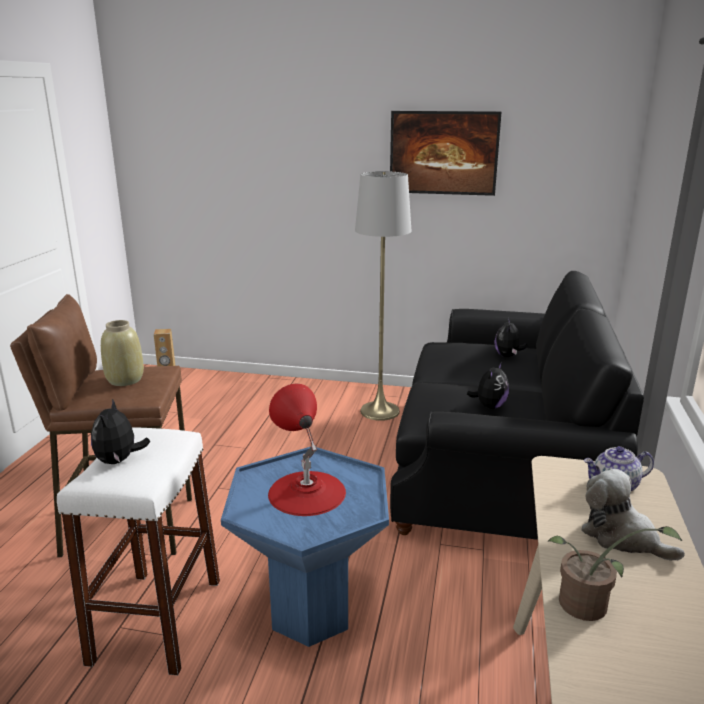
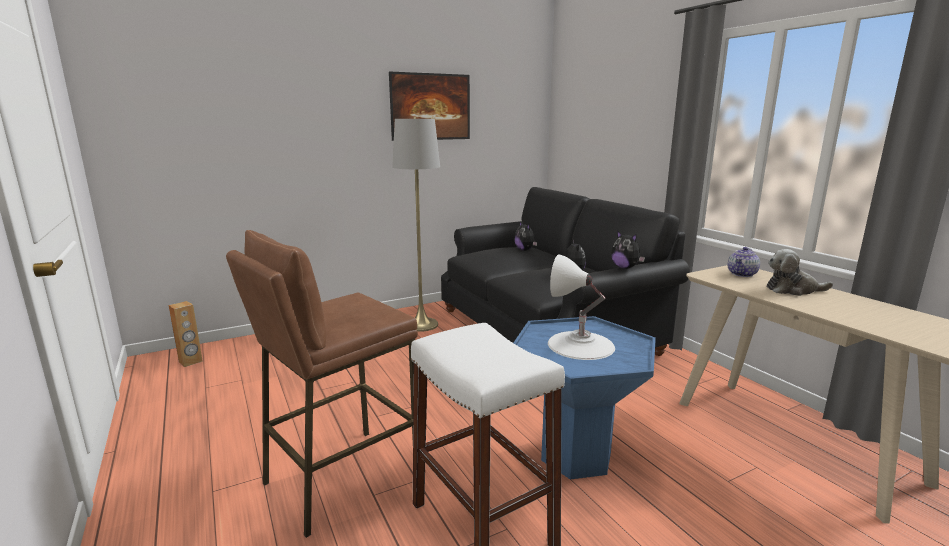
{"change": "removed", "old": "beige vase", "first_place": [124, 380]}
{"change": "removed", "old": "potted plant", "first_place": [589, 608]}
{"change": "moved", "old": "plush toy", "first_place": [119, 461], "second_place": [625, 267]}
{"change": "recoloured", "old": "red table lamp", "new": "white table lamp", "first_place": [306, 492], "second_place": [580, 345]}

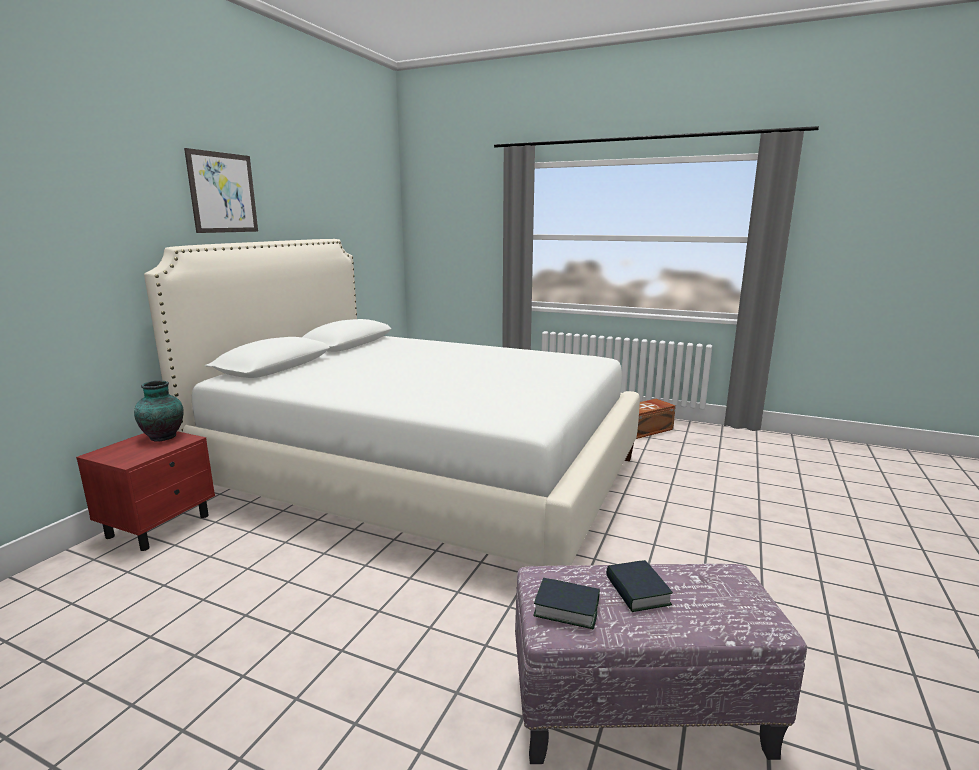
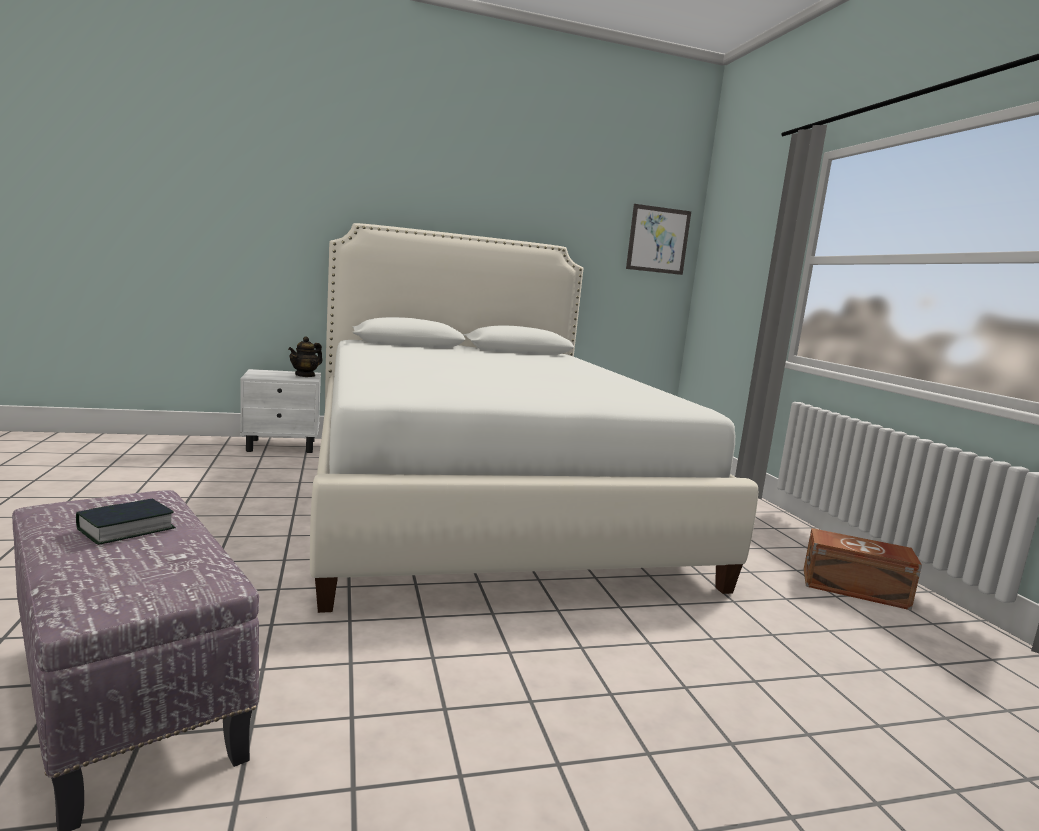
{"change": "removed", "old": "book", "first_place": [566, 608]}
{"change": "moved", "old": "picture", "first_place": [223, 193], "second_place": [658, 240]}
{"change": "replaced", "old": "vase", "new": "teapot", "first_place": [164, 436], "second_place": [305, 375]}
{"change": "recoloured", "old": "red nightstand", "new": "white nightstand", "first_place": [160, 525], "second_place": [282, 446]}

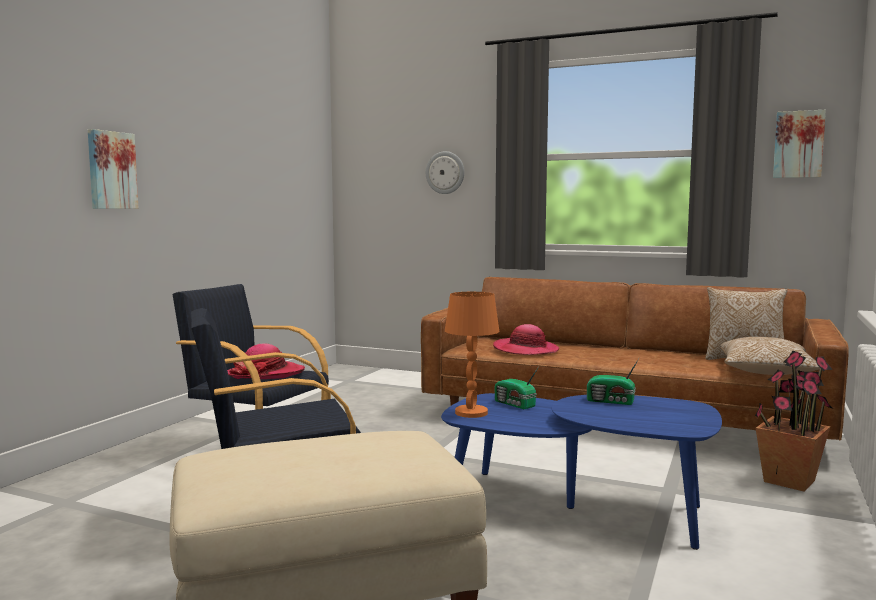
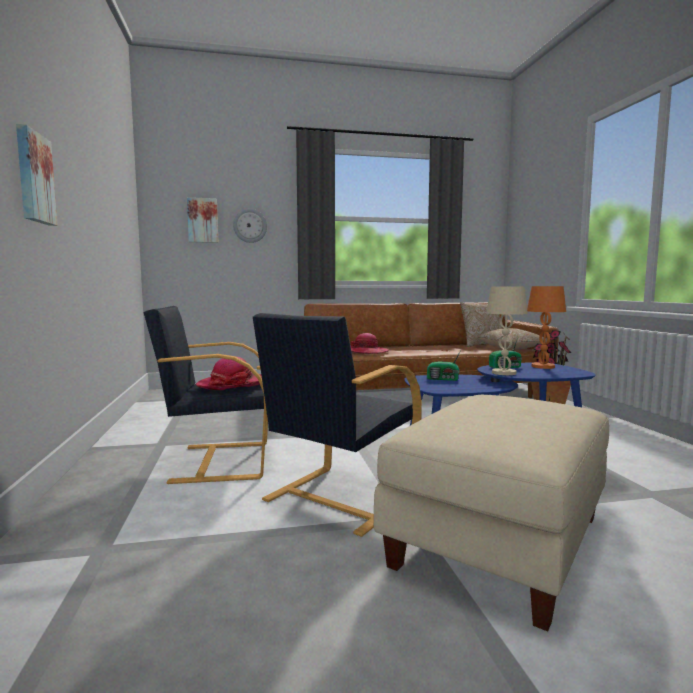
{"change": "added", "new": "beige table lamp", "second_place": [503, 373]}
{"change": "moved", "old": "orange table lamp", "first_place": [471, 412], "second_place": [542, 366]}
{"change": "moved", "old": "picture", "first_place": [798, 144], "second_place": [203, 220]}

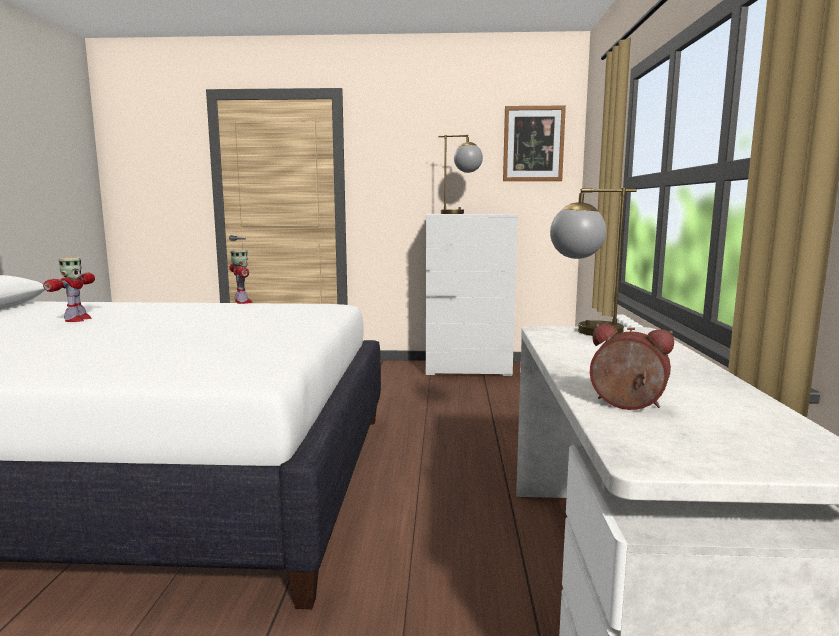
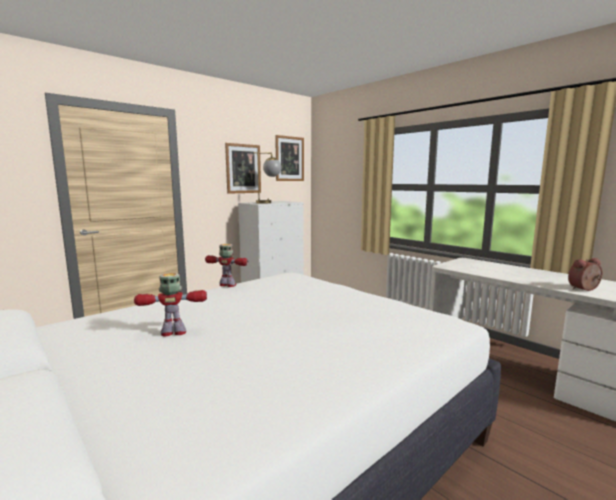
{"change": "removed", "old": "table lamp", "first_place": [584, 332]}
{"change": "added", "new": "picture", "second_place": [243, 168]}
{"change": "turned", "old": "toy robot", "first_place": [77, 319], "second_place": [174, 333], "degrees": -60}

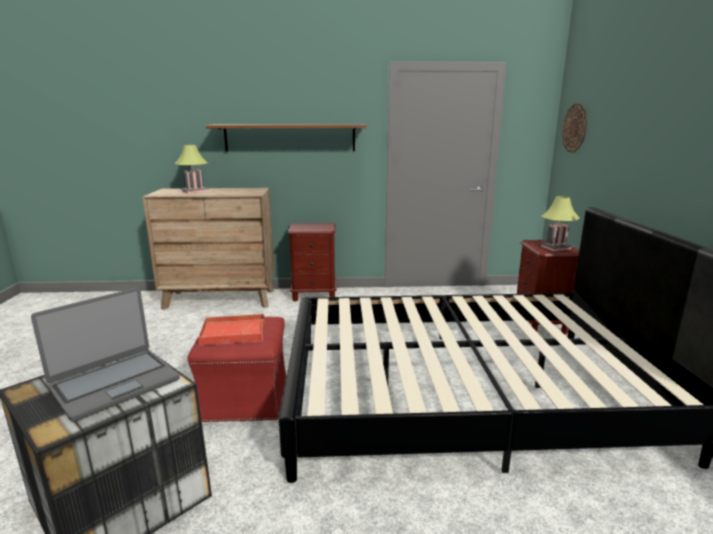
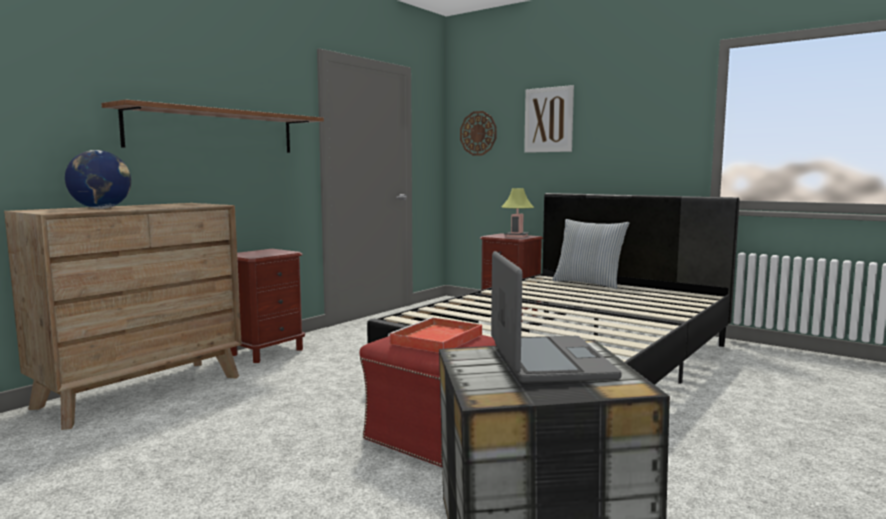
{"change": "added", "new": "picture", "second_place": [548, 120]}
{"change": "added", "new": "pillow", "second_place": [588, 283]}
{"change": "replaced", "old": "table lamp", "new": "globe", "first_place": [194, 191], "second_place": [101, 208]}

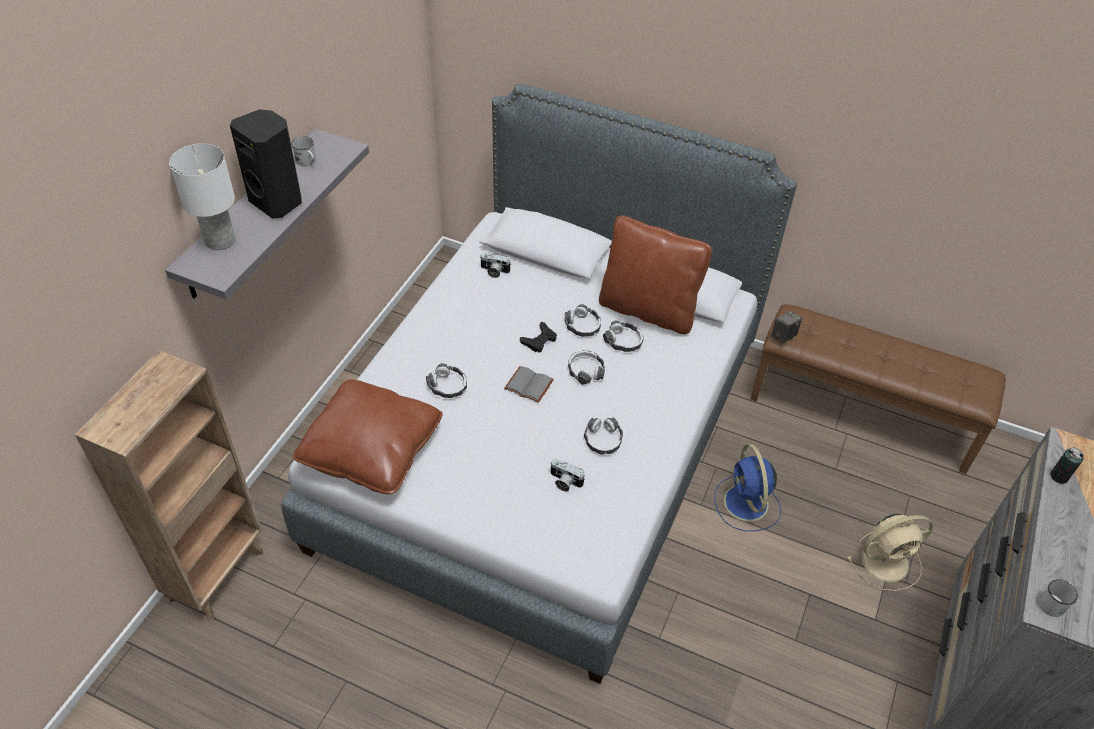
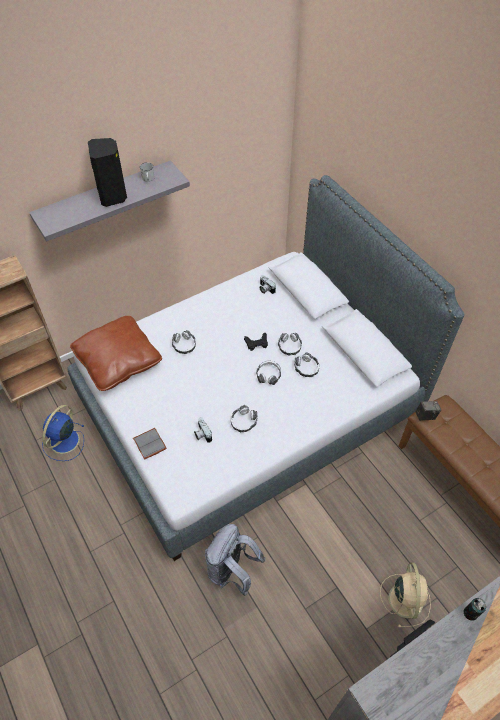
{"change": "removed", "old": "white table lamp", "first_place": [221, 241]}
{"change": "removed", "old": "brown pillow", "first_place": [648, 310]}
{"change": "removed", "old": "white mug", "first_place": [1053, 602]}
{"change": "added", "new": "grey backpack", "second_place": [232, 571]}
{"change": "moved", "old": "grey book", "first_place": [530, 384], "second_place": [150, 444]}
{"change": "moved", "old": "blue fan", "first_place": [746, 504], "second_place": [64, 442]}
{"change": "turned", "old": "beige fan", "first_place": [887, 561], "second_place": [405, 598], "degrees": -105}

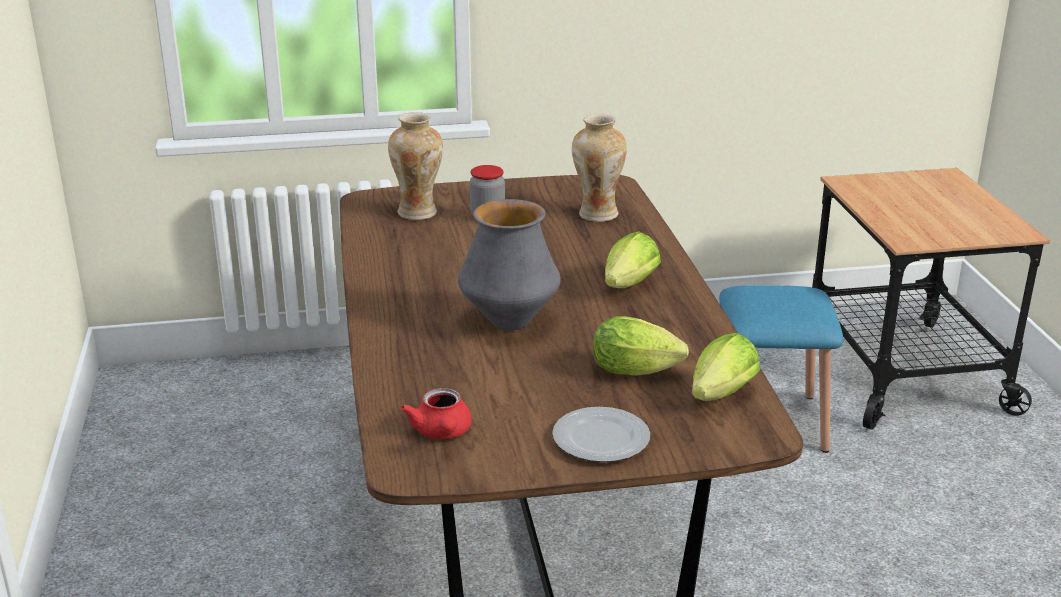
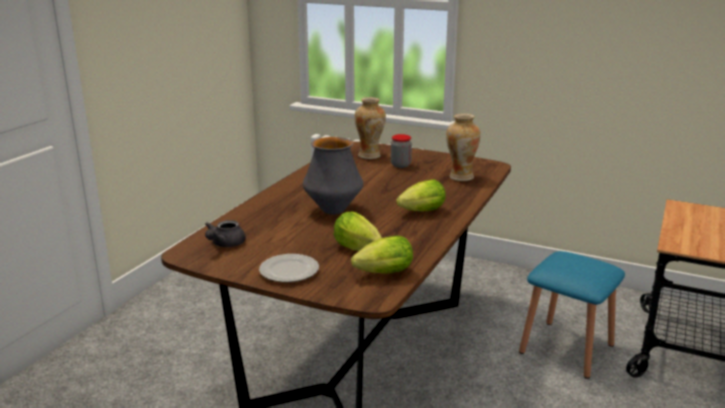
{"change": "recoloured", "old": "red teapot", "new": "grey teapot", "first_place": [442, 433], "second_place": [224, 244]}

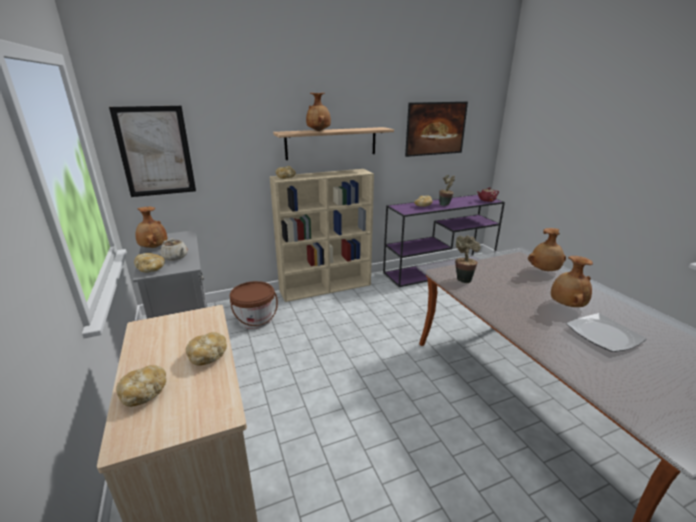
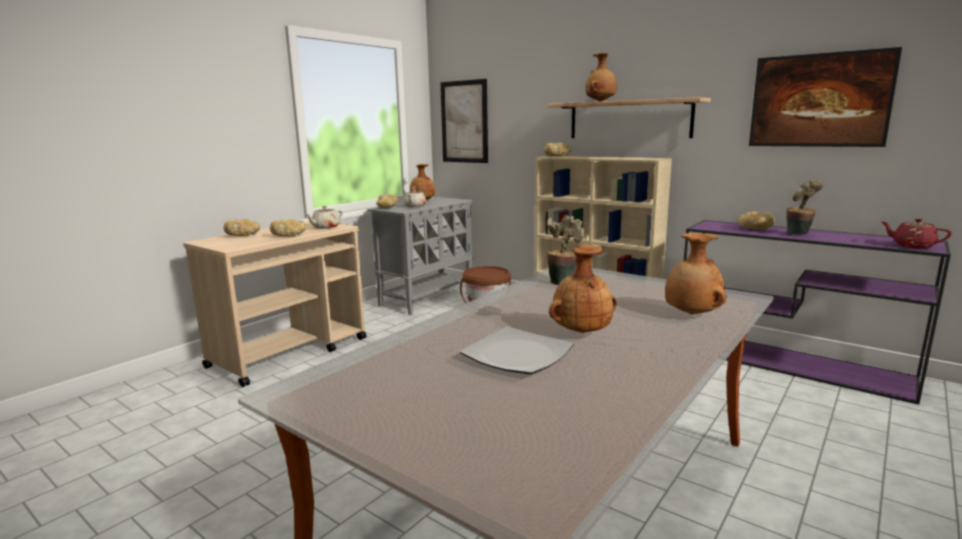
{"change": "added", "new": "beige teapot", "second_place": [325, 227]}

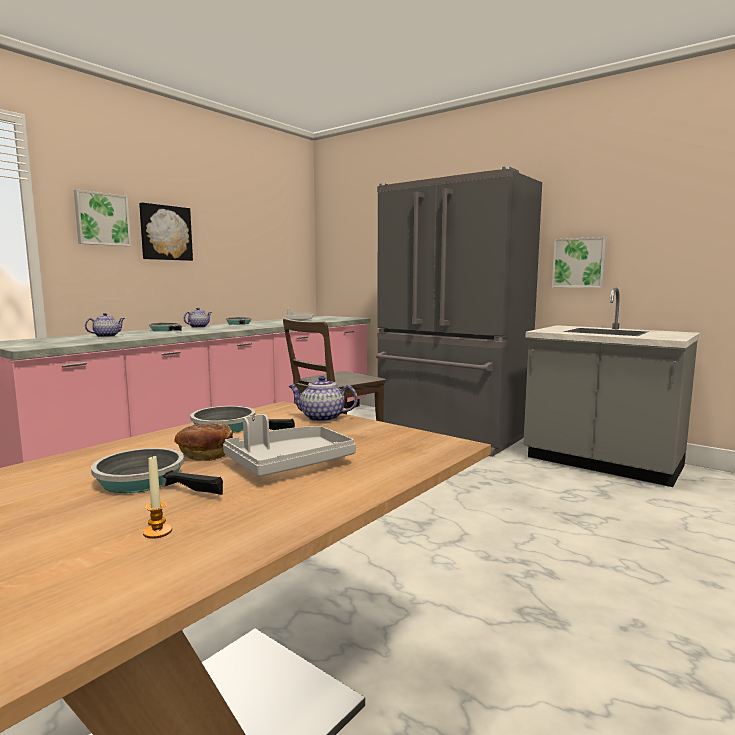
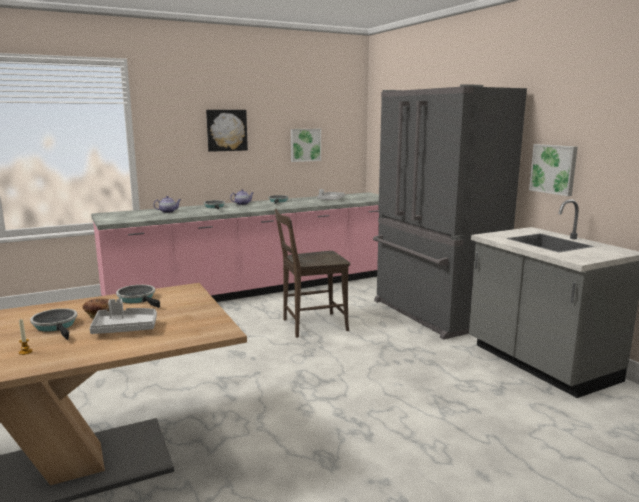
{"change": "removed", "old": "teapot", "first_place": [321, 418]}
{"change": "moved", "old": "picture", "first_place": [102, 219], "second_place": [305, 145]}

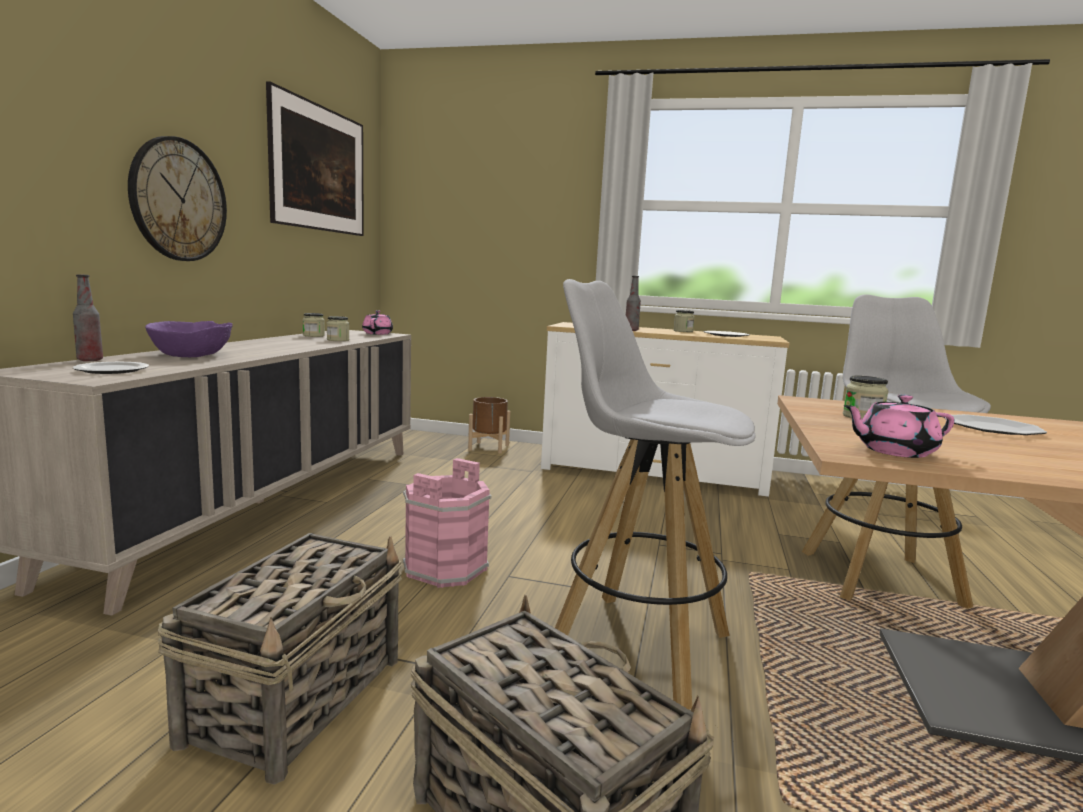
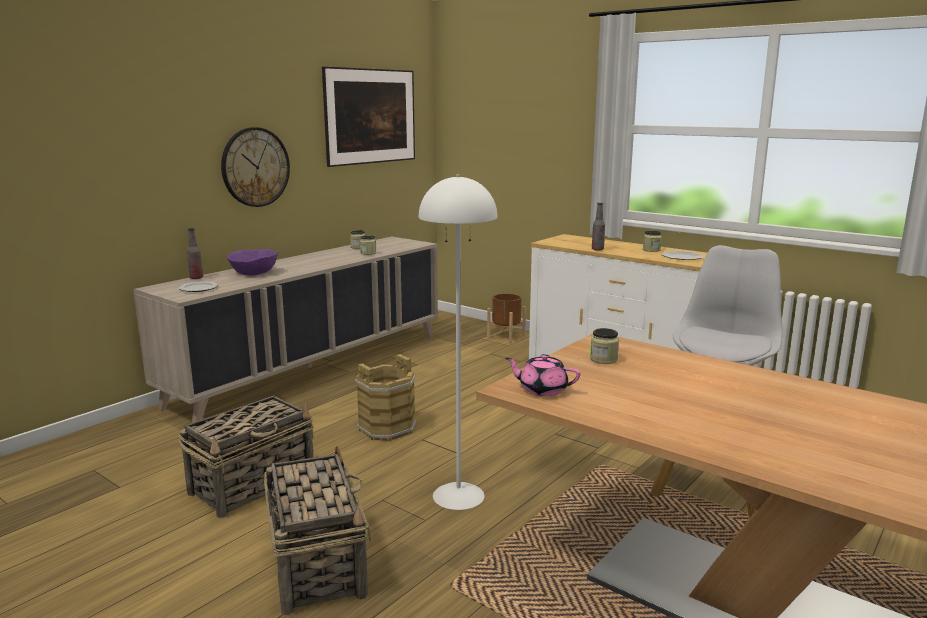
{"change": "removed", "old": "pink teapot", "first_place": [378, 333]}
{"change": "removed", "old": "plate", "first_place": [991, 428]}
{"change": "replaced", "old": "white stool", "new": "white floor lamp", "first_place": [636, 646], "second_place": [458, 495]}
{"change": "recoloured", "old": "pink bucket", "new": "brown bucket", "first_place": [445, 568], "second_place": [386, 428]}

